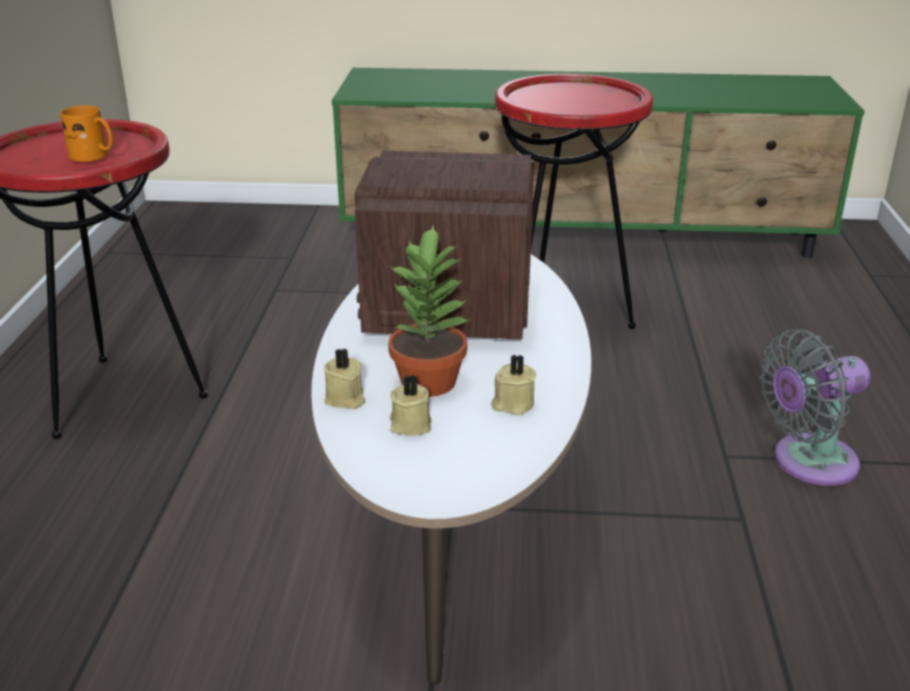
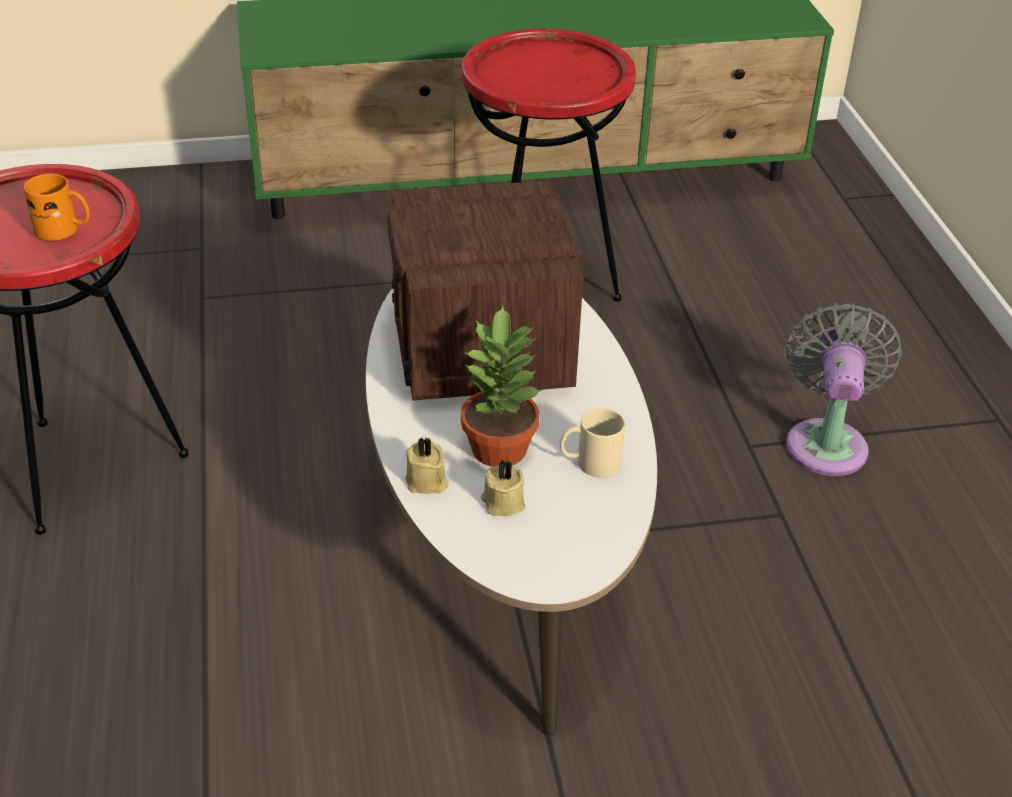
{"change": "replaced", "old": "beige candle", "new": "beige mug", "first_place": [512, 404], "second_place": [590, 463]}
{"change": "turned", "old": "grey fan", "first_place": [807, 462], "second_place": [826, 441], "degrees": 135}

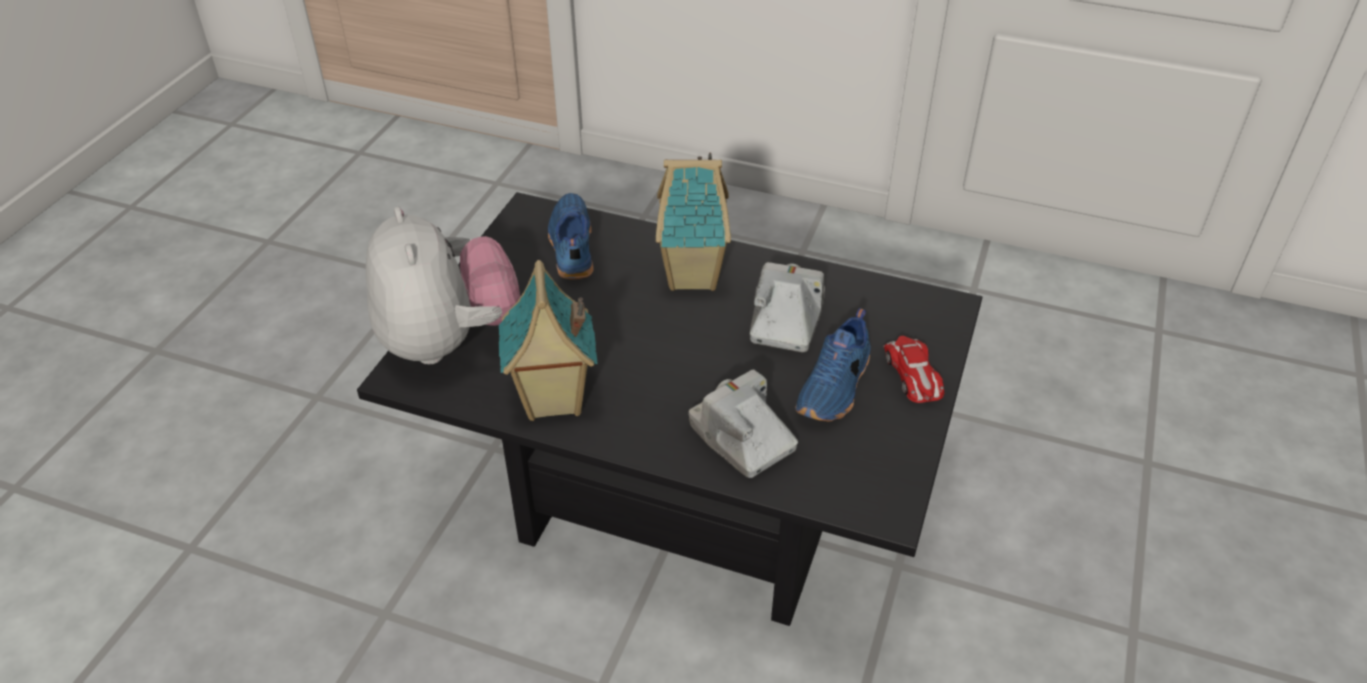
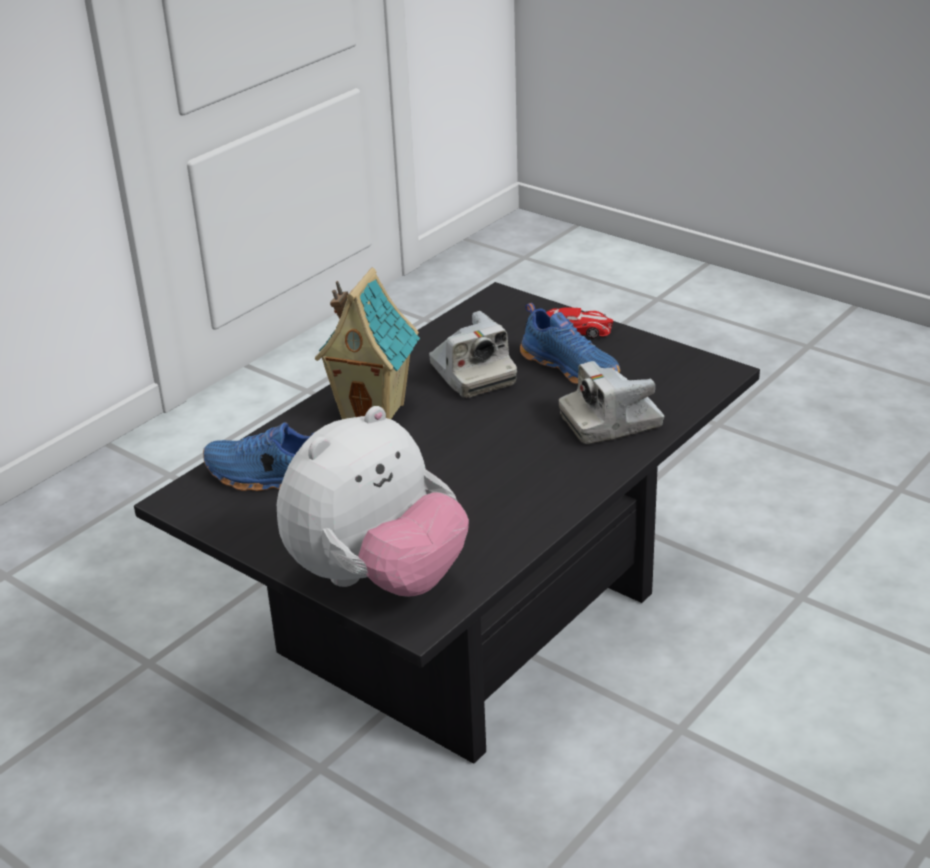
{"change": "removed", "old": "toy house", "first_place": [552, 401]}
{"change": "turned", "old": "plush toy", "first_place": [449, 340], "second_place": [377, 579], "degrees": 135}
{"change": "turned", "old": "photo camera", "first_place": [786, 321], "second_place": [472, 375], "degrees": -150}

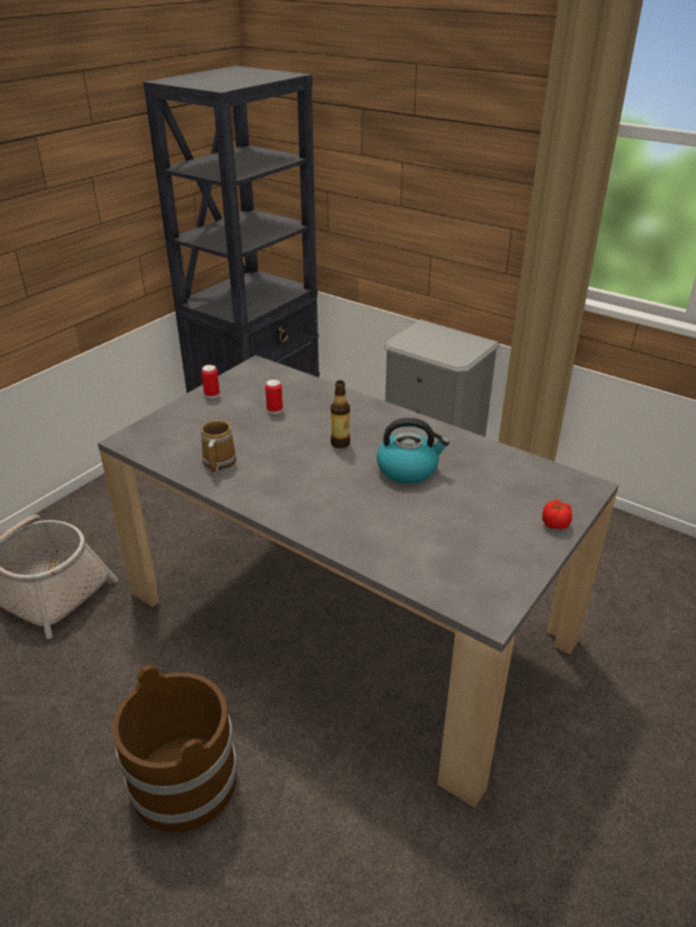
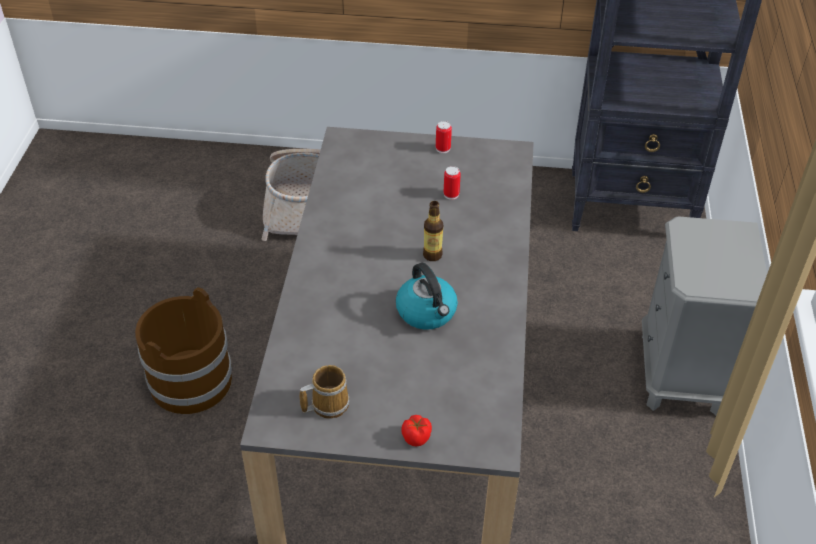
{"change": "moved", "old": "mug", "first_place": [217, 462], "second_place": [327, 404]}

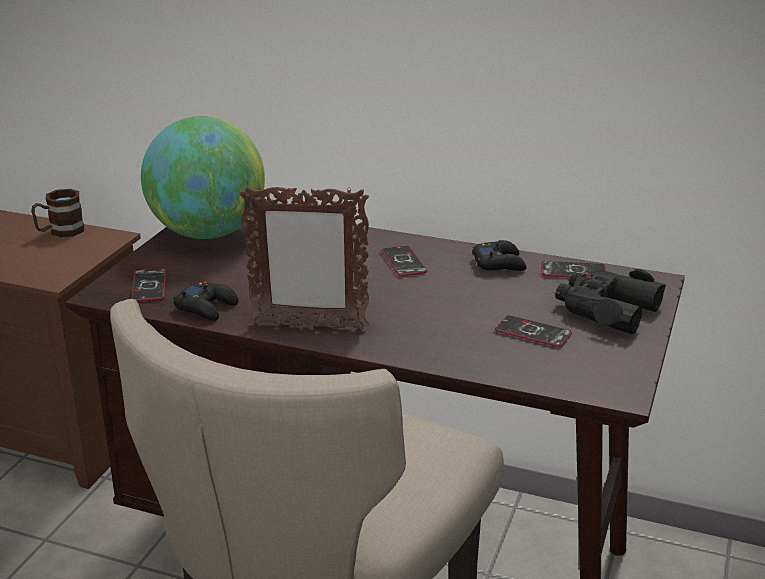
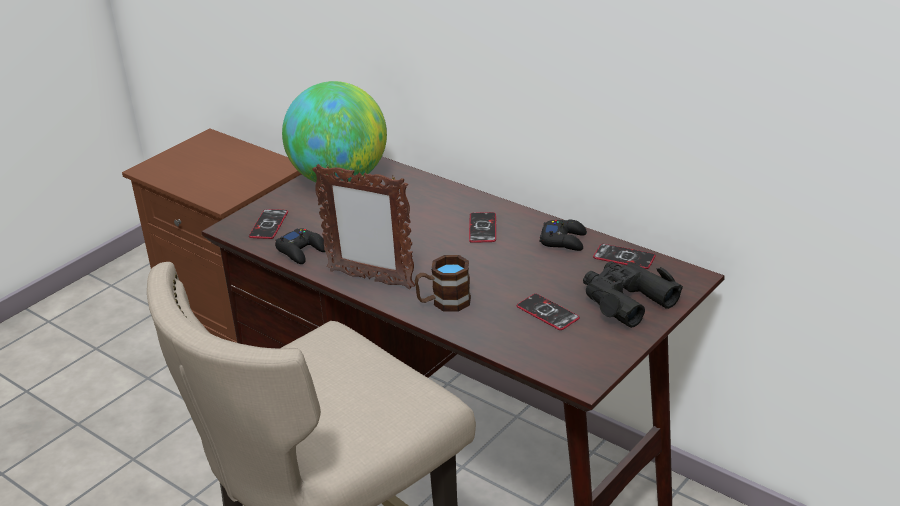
{"change": "moved", "old": "brown mug", "first_place": [60, 232], "second_place": [443, 302]}

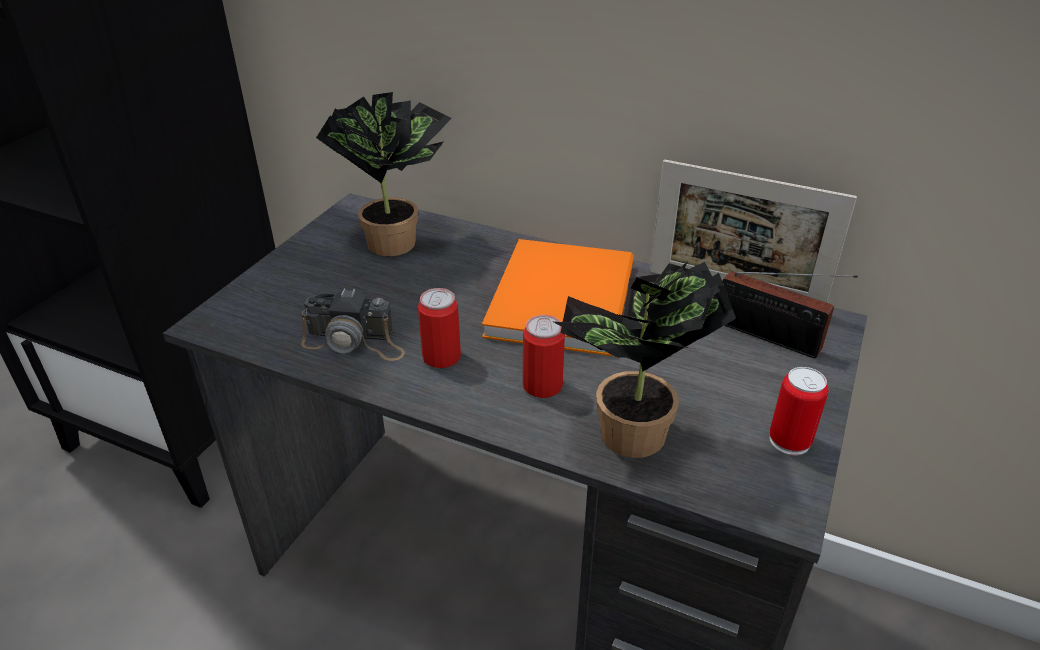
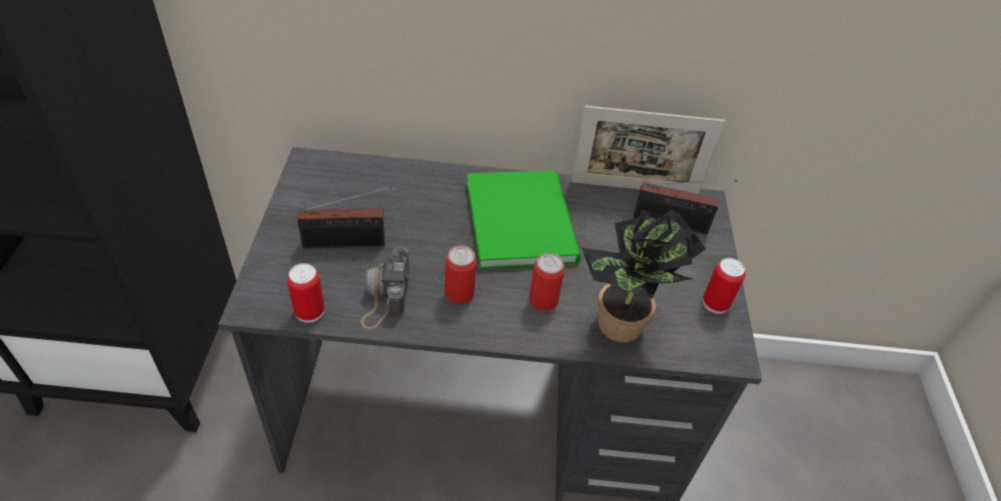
{"change": "removed", "old": "potted plant", "first_place": [396, 240]}
{"change": "added", "new": "can", "second_place": [309, 311]}
{"change": "added", "new": "radio", "second_place": [349, 243]}
{"change": "recoloured", "old": "orange book", "new": "green book", "first_place": [567, 297], "second_place": [523, 218]}
{"change": "turned", "old": "photo camera", "first_place": [355, 342], "second_place": [386, 295], "degrees": 105}

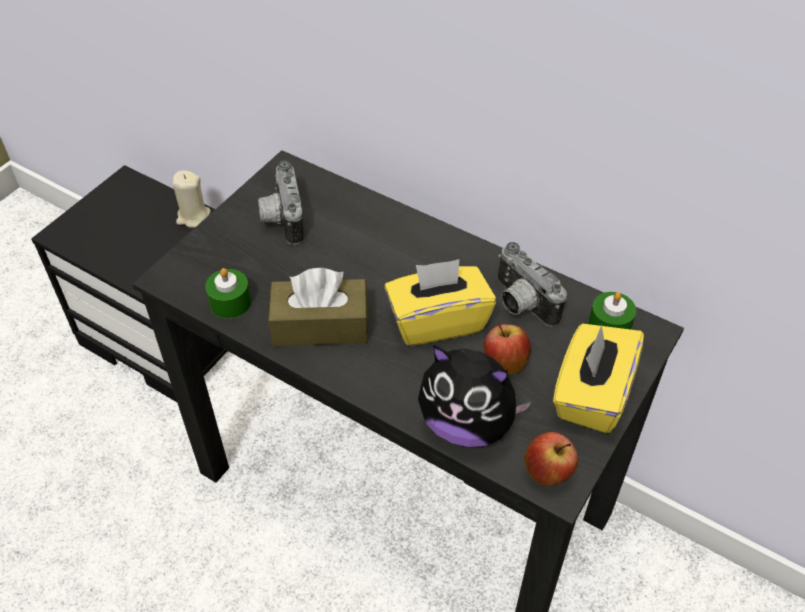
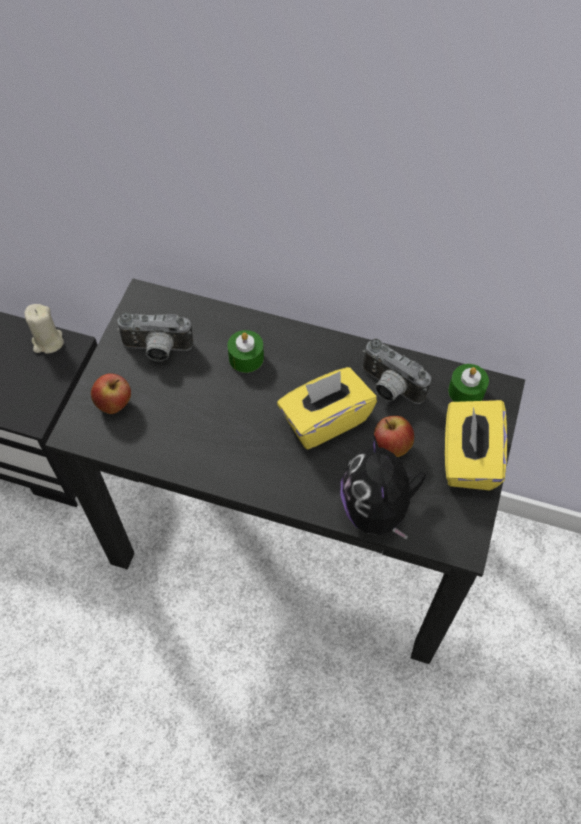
{"change": "removed", "old": "brown tissue box", "first_place": [320, 325]}
{"change": "moved", "old": "green candle", "first_place": [230, 302], "second_place": [246, 358]}
{"change": "moved", "old": "apple", "first_place": [547, 473], "second_place": [115, 404]}
{"change": "turned", "old": "photo camera", "first_place": [281, 219], "second_place": [157, 350], "degrees": -60}
{"change": "turned", "old": "plush toy", "first_place": [467, 424], "second_place": [377, 509], "degrees": 75}

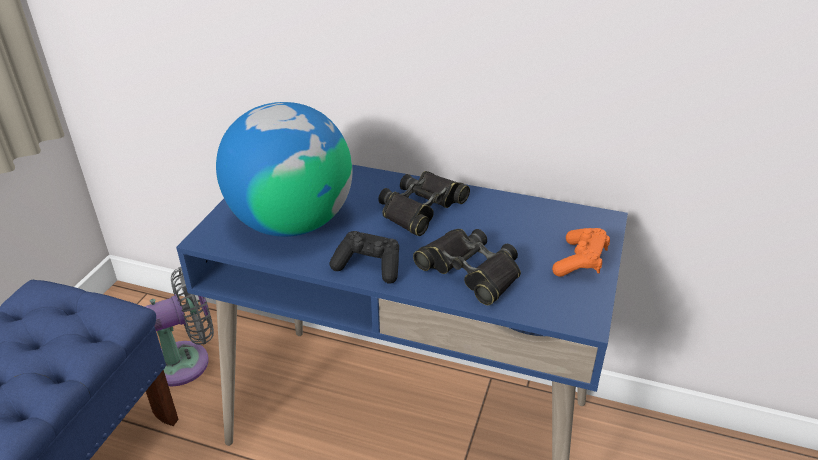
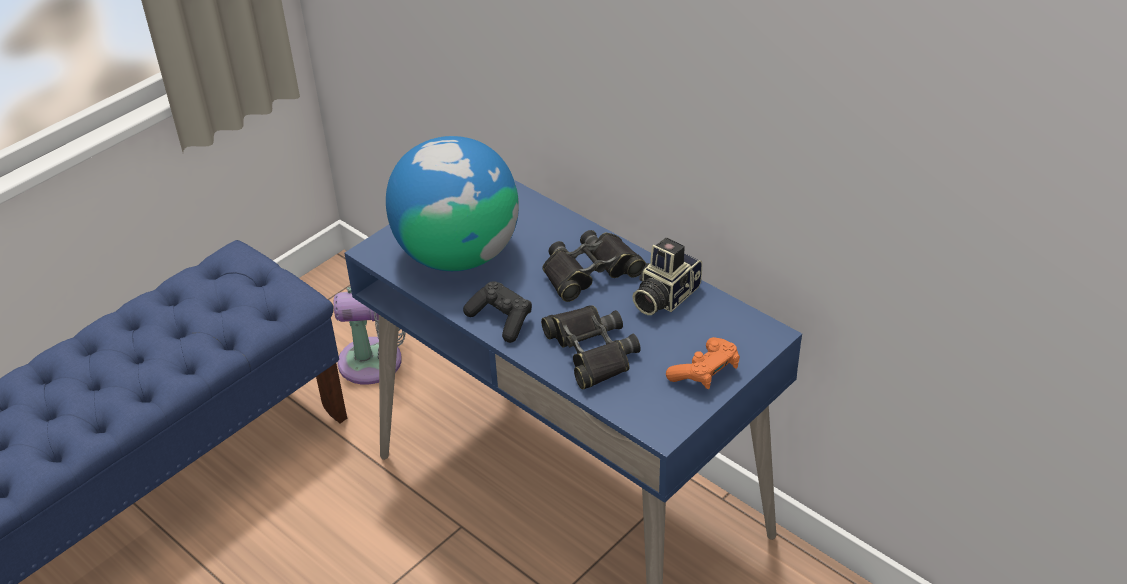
{"change": "added", "new": "photo camera", "second_place": [663, 296]}

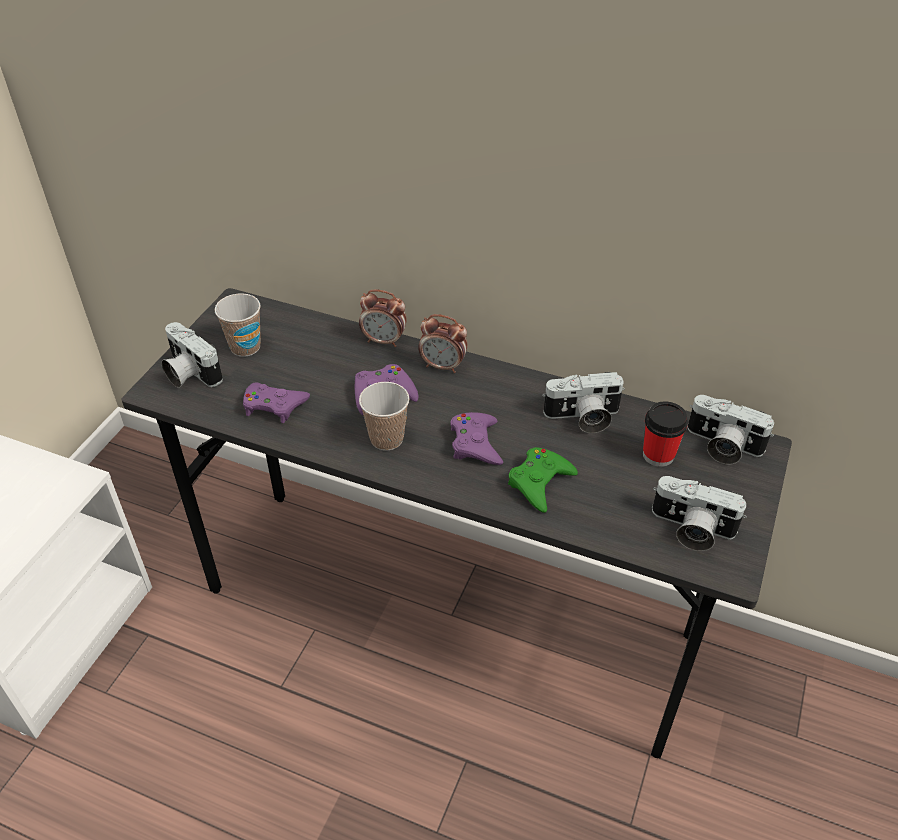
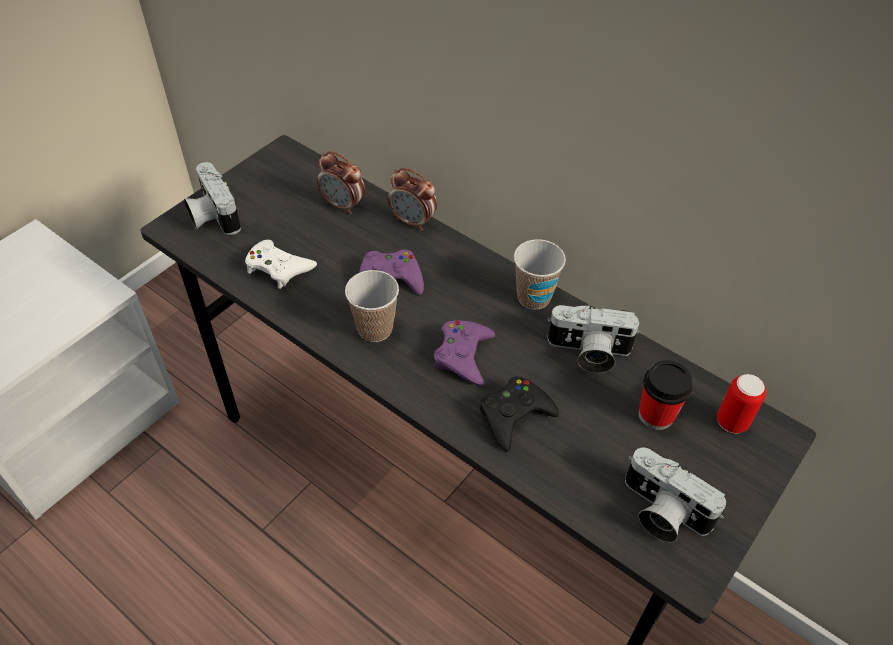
{"change": "moved", "old": "cup", "first_place": [245, 347], "second_place": [534, 297]}
{"change": "moved", "old": "alarm clock", "first_place": [443, 366], "second_place": [343, 205]}
{"change": "replaced", "old": "photo camera", "new": "can", "first_place": [721, 446], "second_place": [732, 422]}
{"change": "recoloured", "old": "purple game controller", "new": "white game controller", "first_place": [274, 405], "second_place": [278, 268]}
{"change": "recoloured", "old": "green game controller", "new": "black game controller", "first_place": [540, 482], "second_place": [514, 416]}

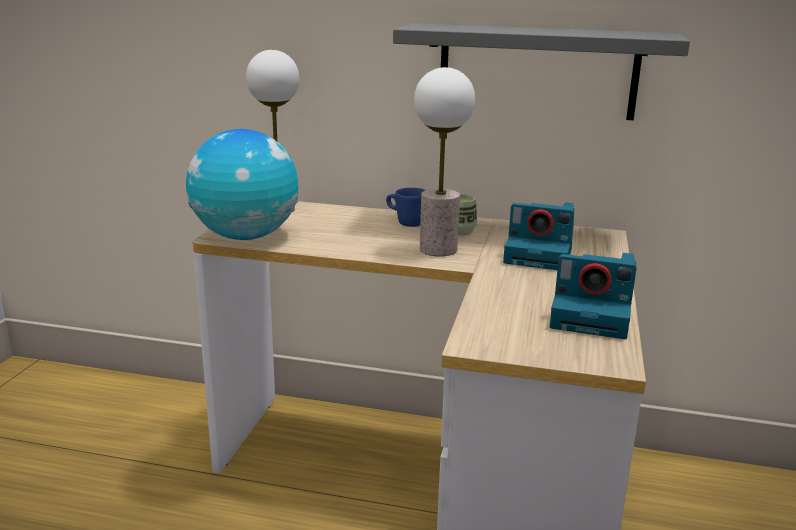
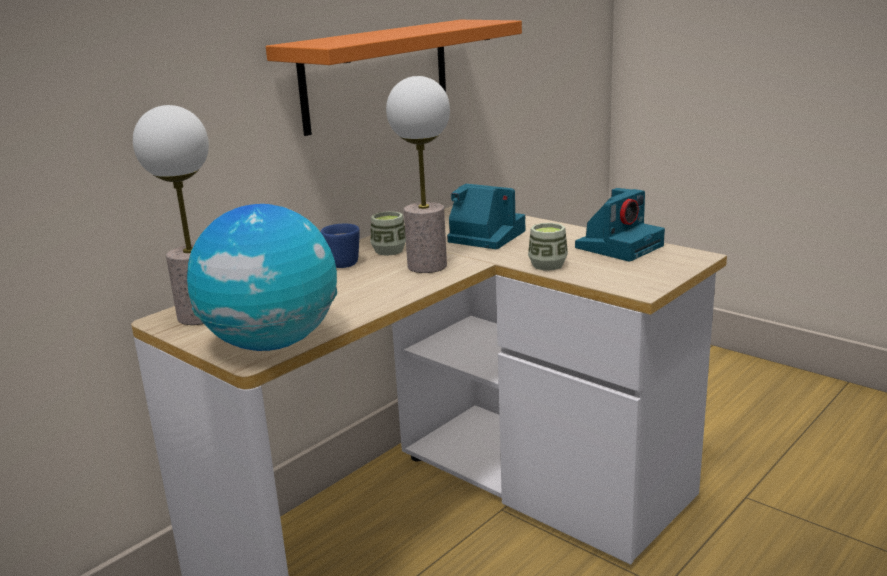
{"change": "added", "new": "cup", "second_place": [547, 265]}
{"change": "recoloured", "old": "grey shelf", "new": "orange shelf", "first_place": [537, 71], "second_place": [376, 75]}
{"change": "turned", "old": "photo camera", "first_place": [540, 256], "second_place": [484, 236], "degrees": -105}

